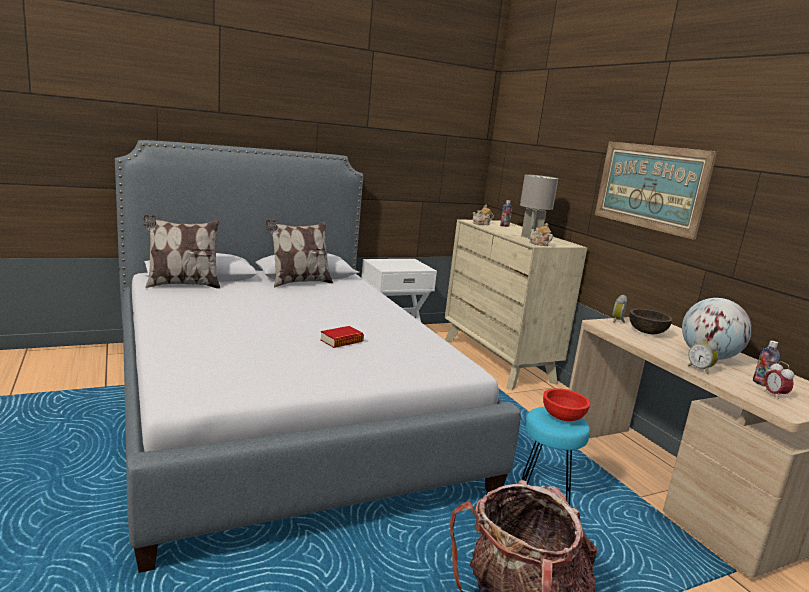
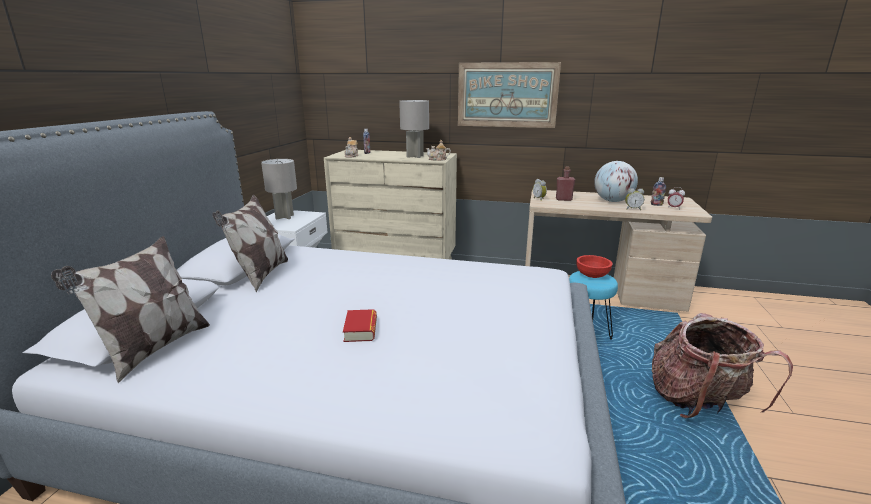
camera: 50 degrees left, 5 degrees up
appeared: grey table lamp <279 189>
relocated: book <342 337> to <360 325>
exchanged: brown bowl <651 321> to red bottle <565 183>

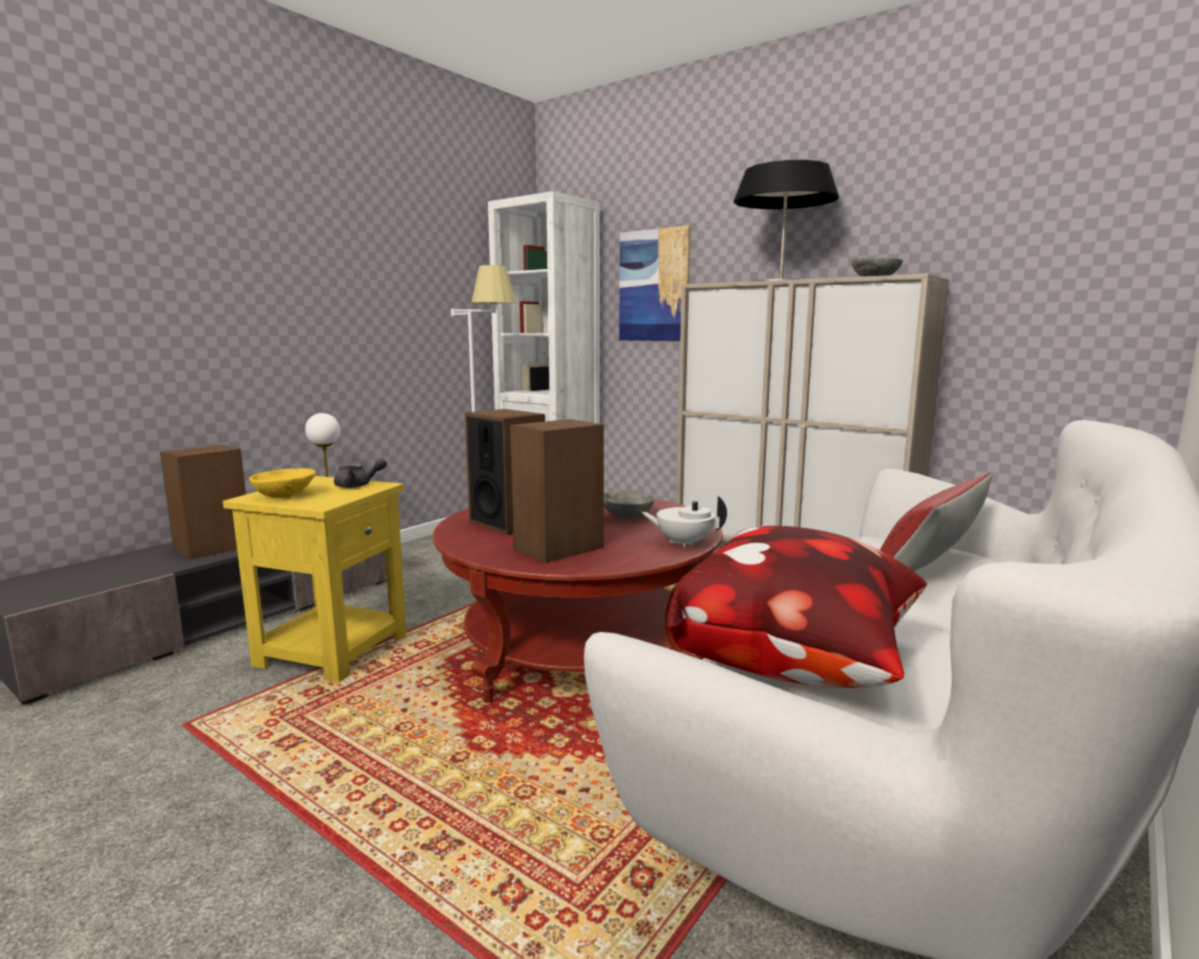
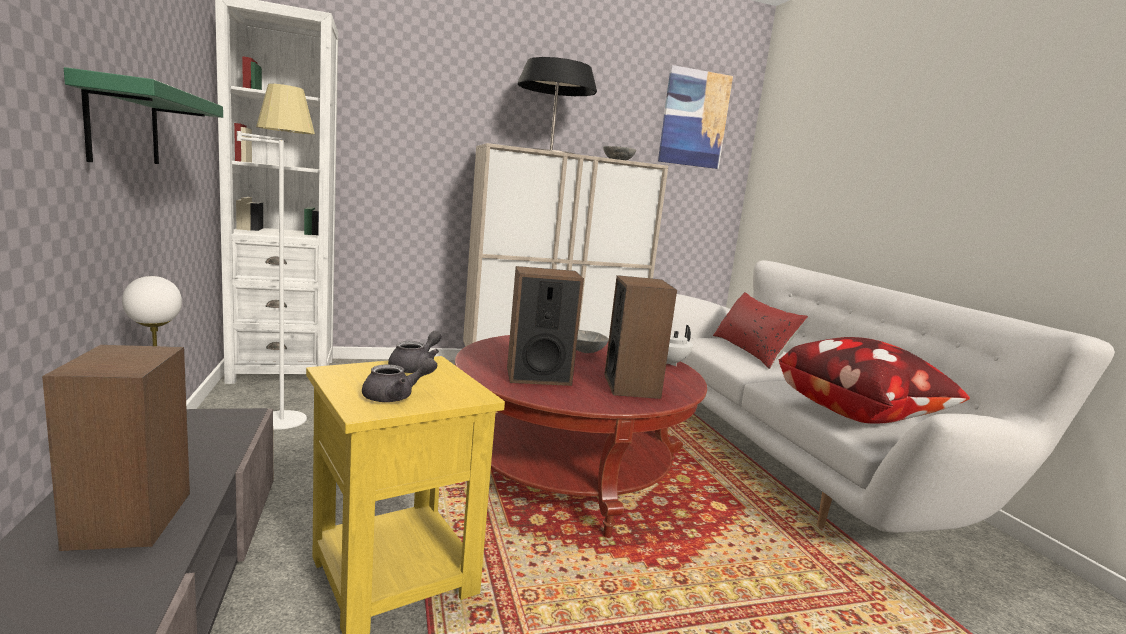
camera: 55 degrees left, 0 degrees up
appeared: green shelf <143 115>
relocated: picture <655 283> to <695 117>
exchanged: yellow bowl <282 483> to grey teapot <399 380>

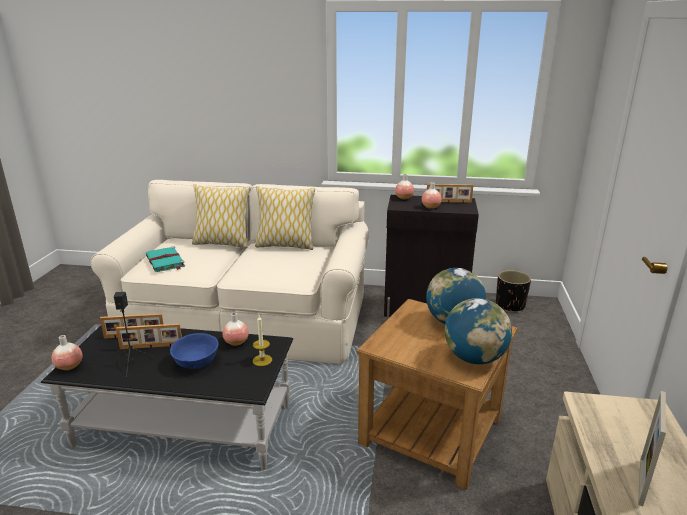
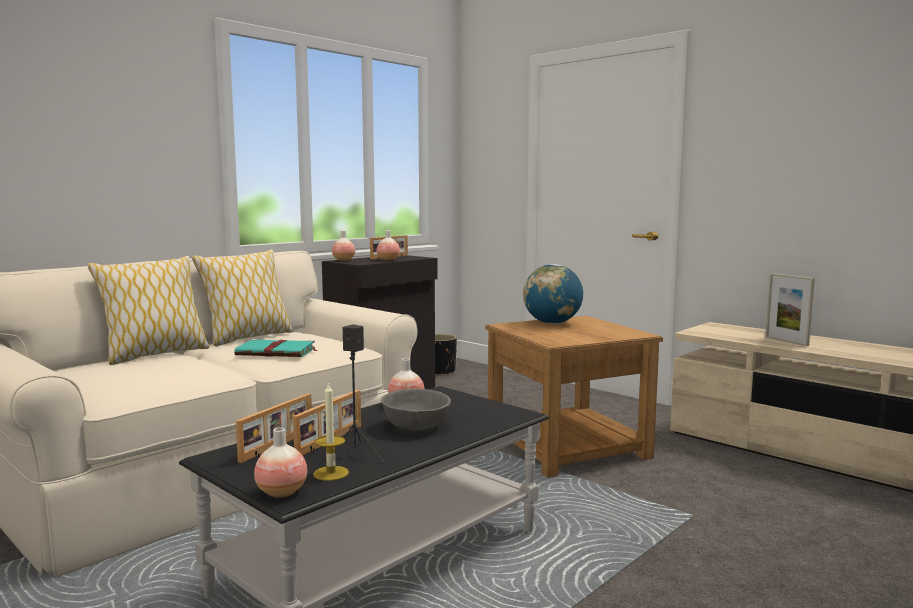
camera: 55 degrees left, 15 degrees down
missing: globe <478 331>
relocated: turquoise book <165 259> to <275 348>; candle <262 340> to <331 431>
colour: blue bowl <194 351> to grey bowl <416 410>

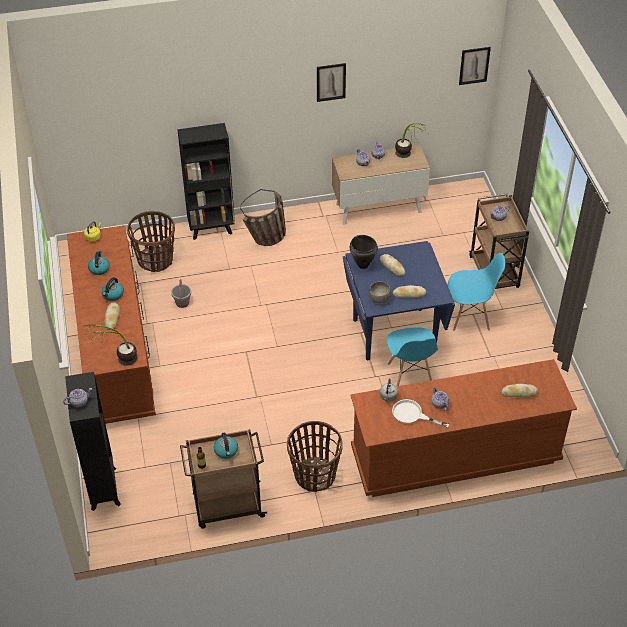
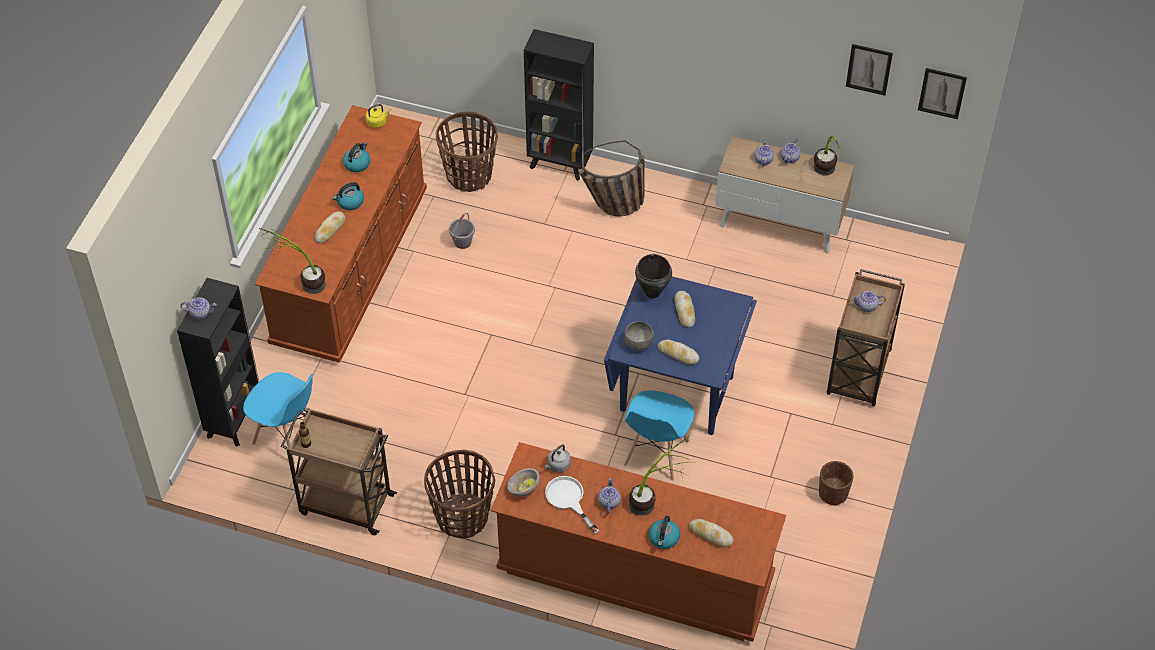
camera: 30 degrees right, 5 degrees up
appeared: potted plant <659 476>; brown planter <836 483>; bowl <523 482>
relocated: picture <331 82> to <869 70>; blue chair <476 292> to <278 418>; kettle <226 445> to <664 532>

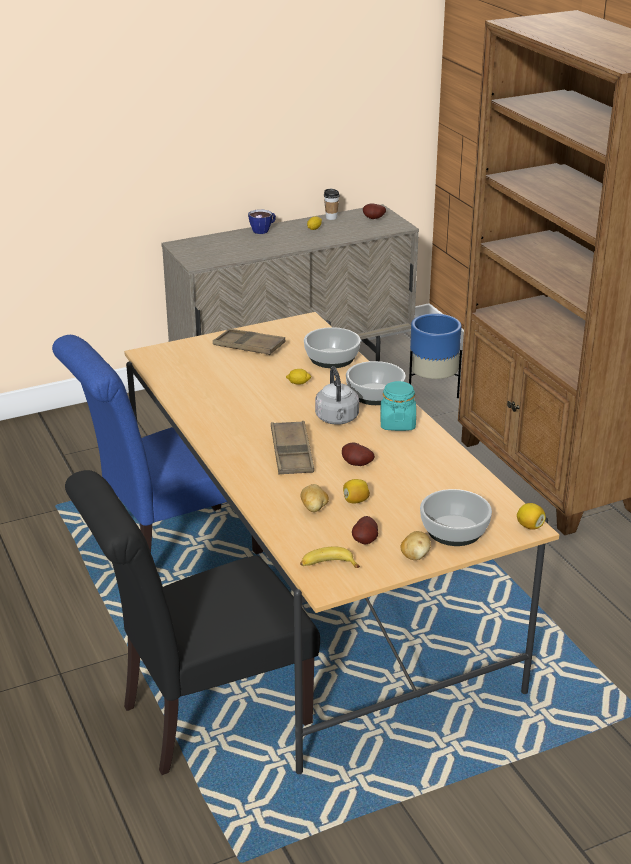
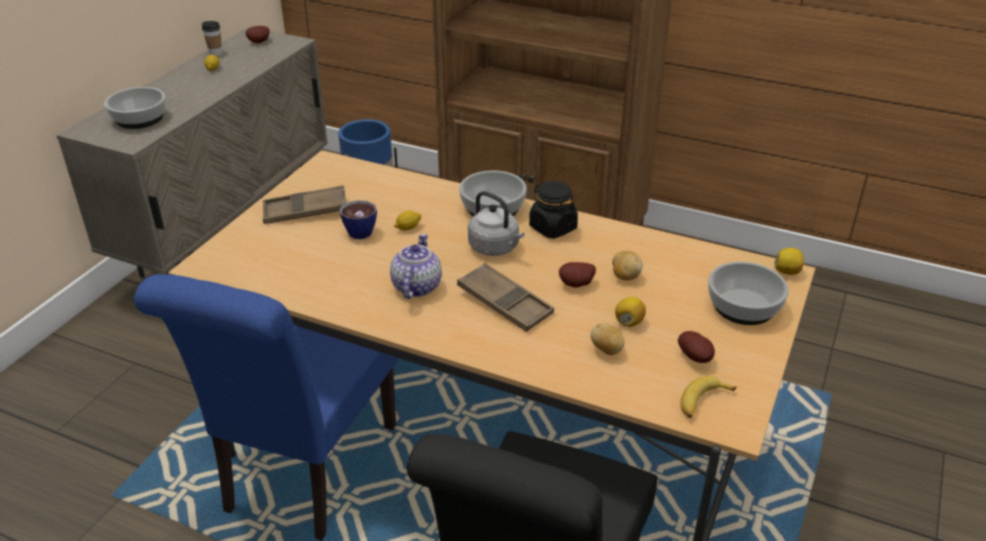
camera: 40 degrees left, 5 degrees up
appeared: teapot <416 266>
relocated: cup <262 221> to <358 219>; bowl <332 347> to <135 108>; potato <416 545> to <627 266>
colour: turquoise jar <398 406> to black jar <553 210>

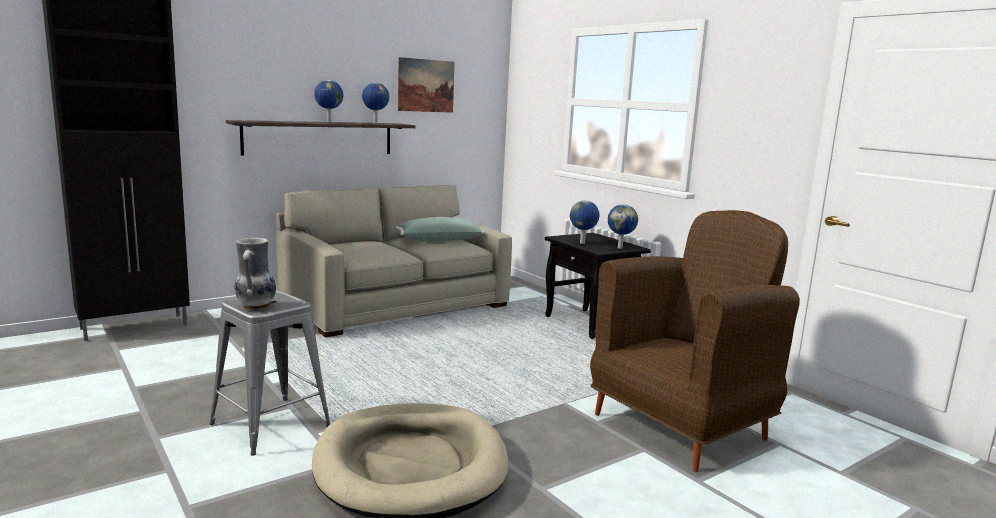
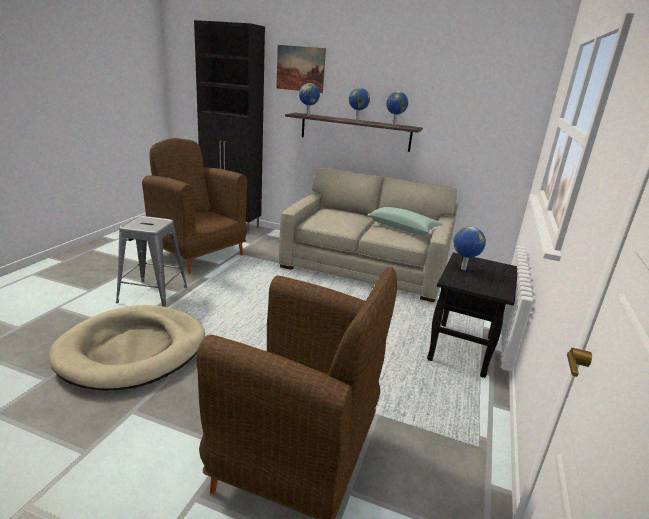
camera: 55 degrees right, 10 degrees up
missing: vase <255 274>
appeared: brown armchair <194 206>
relocated: picture <426 85> to <301 69>; globe <623 226> to <309 99>

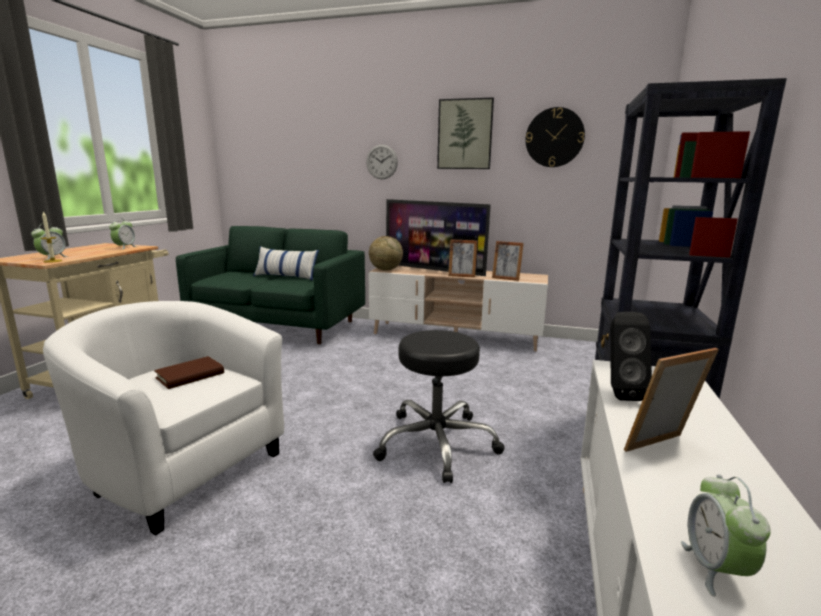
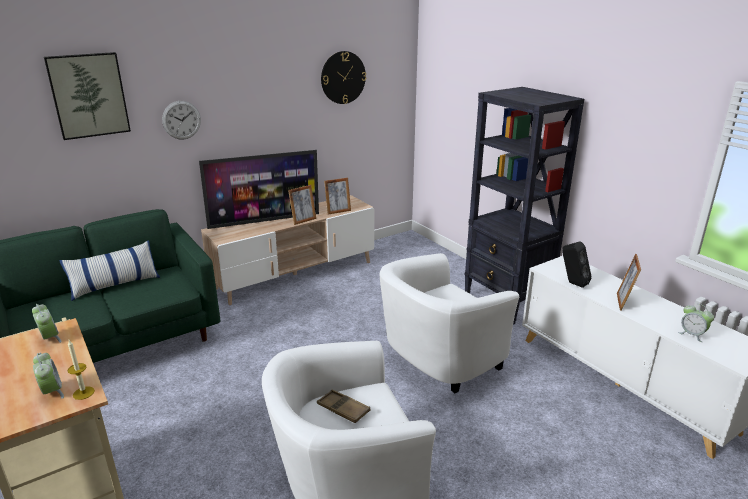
camera: 50 degrees left, 10 degrees up
missing: globe <386 253>
relocated: picture <465 133> to <87 96>
exchanged: black stool <439 406> to white armchair <449 323>; brown book <189 372> to brown tray <343 406>

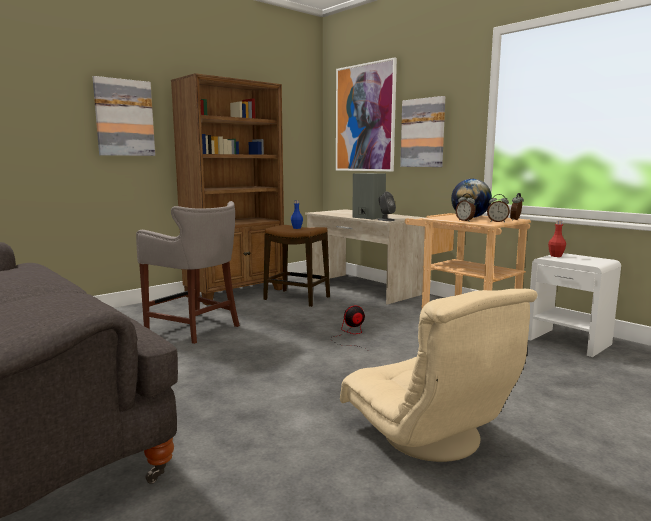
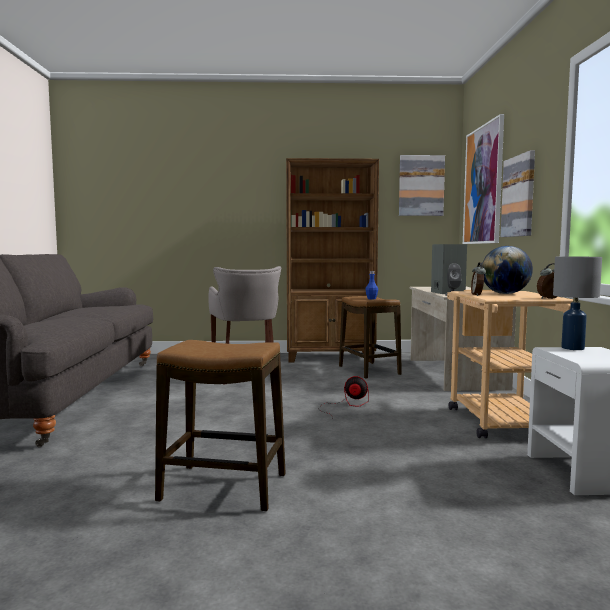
camera: 40 degrees right, 5 degrees down
missing: alarm clock <498 208>
relocated: picture <124 116> to <422 185>
exchanged: red bottle <557 238> to grey table lamp <577 303>; beige armchair <439 375> to stool <220 426>

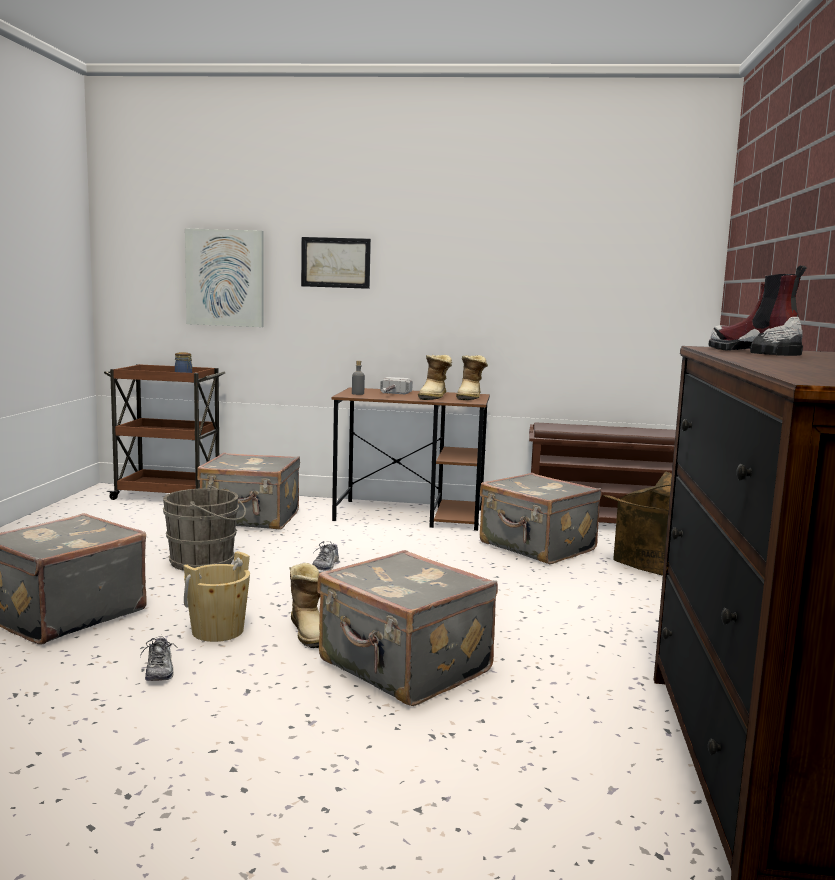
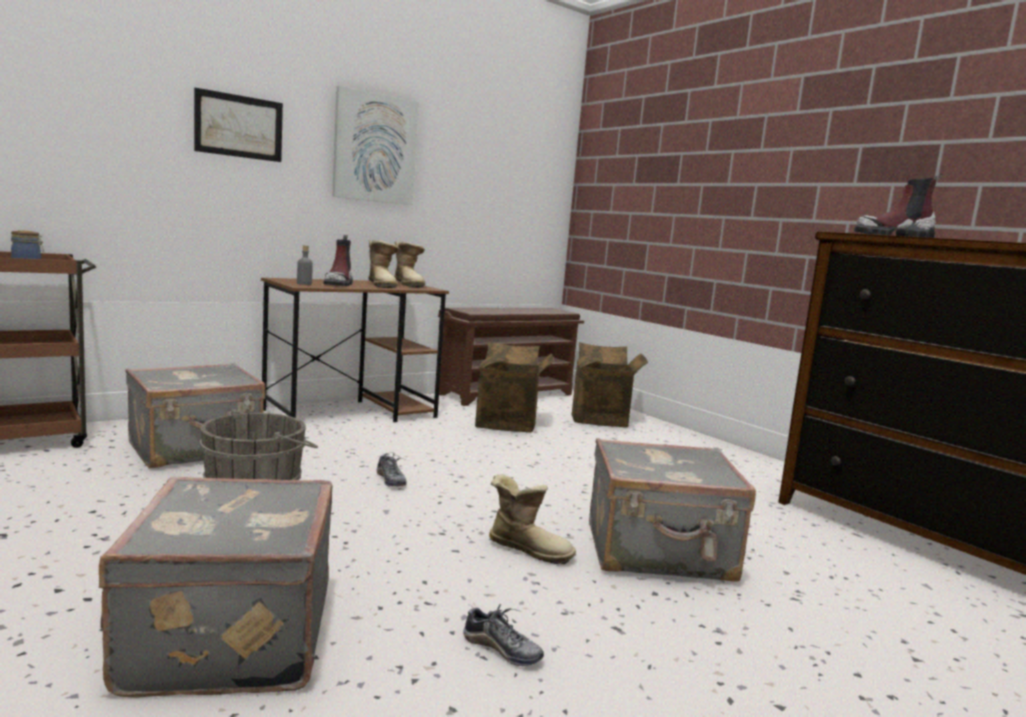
camera: 45 degrees left, 0 degrees up
missing: beige bucket <216 596>
relocated: picture <224 278> to <375 145>
exchanged: hammer <396 385> to boot <338 260>; grey suitcase <541 518> to cardboard box <514 386>

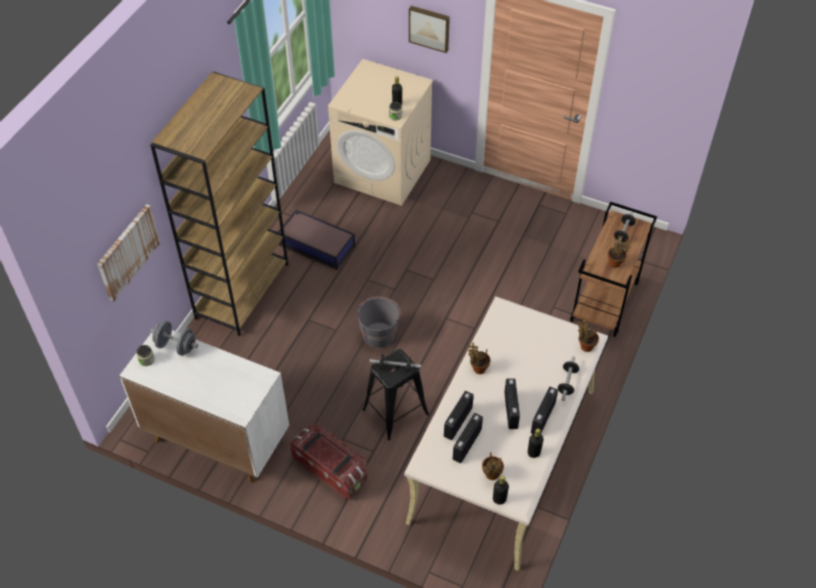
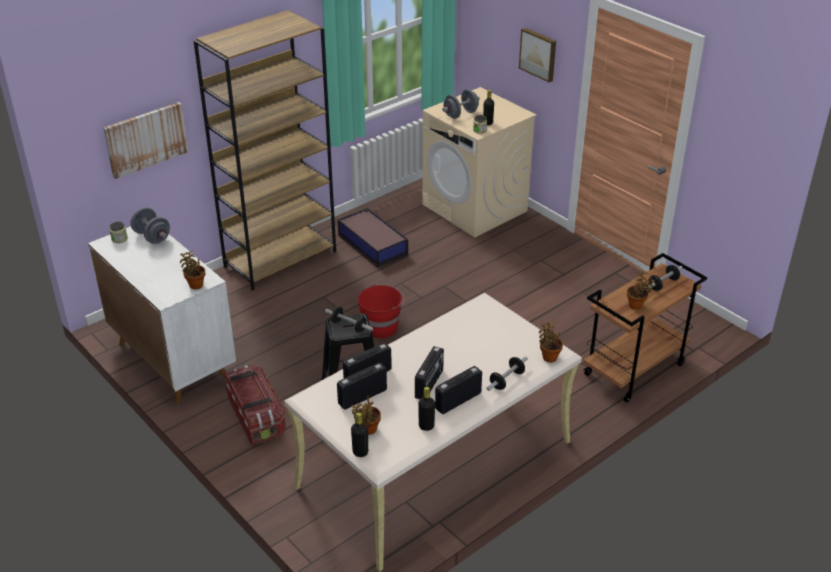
camera: 25 degrees right, 15 degrees down
appeared: grey dumbbell <461 104>
relocated: potted plant <479 358> to <192 270>
colour: grey bucket <379 322> to red bucket <381 311>

